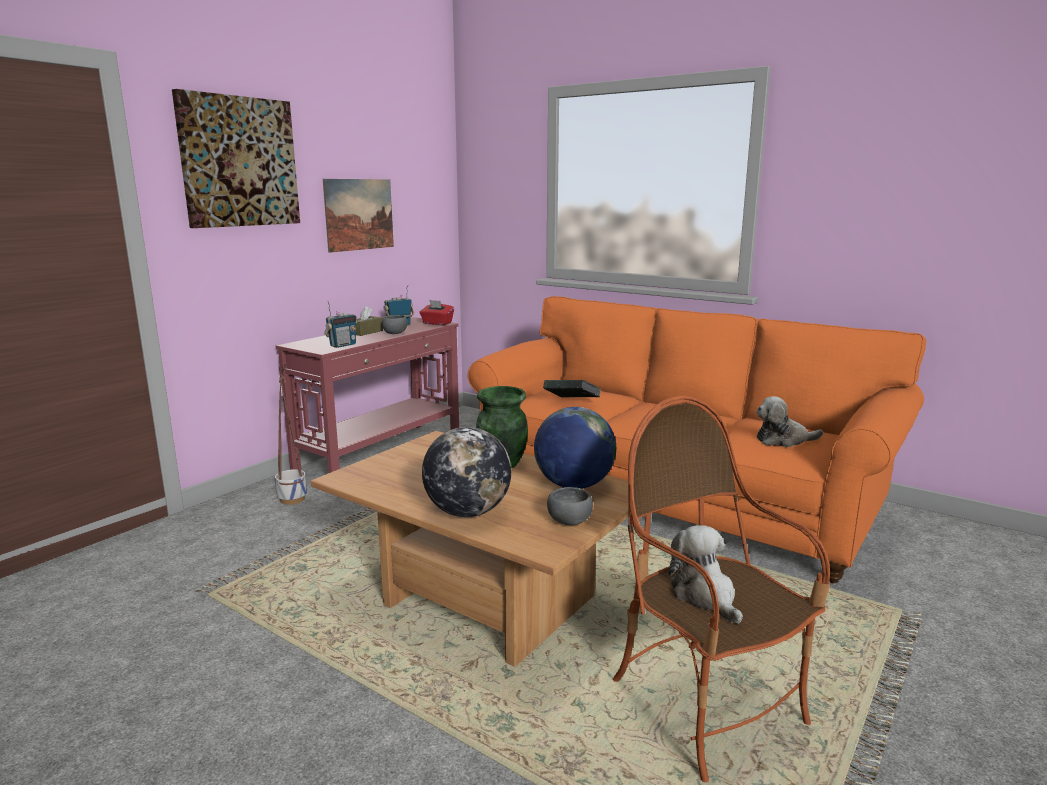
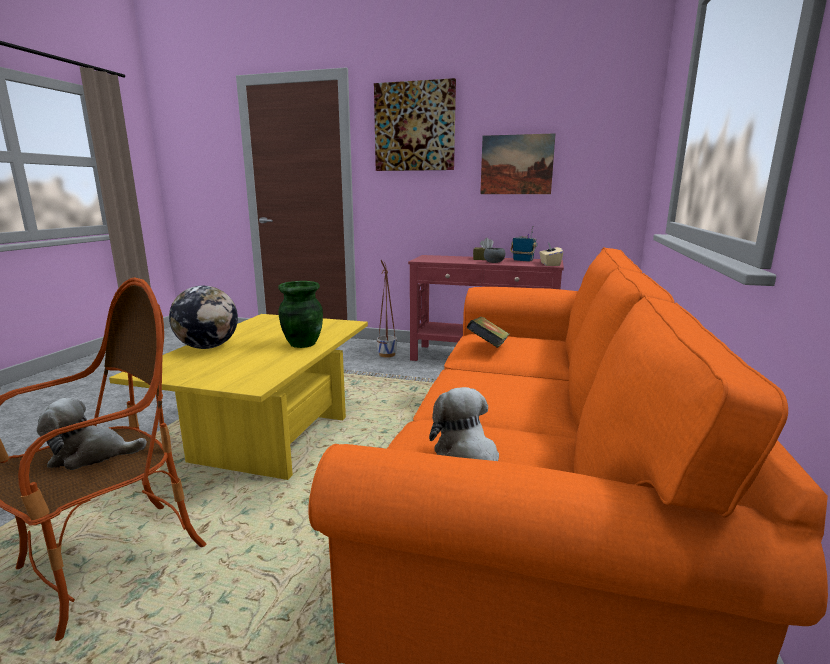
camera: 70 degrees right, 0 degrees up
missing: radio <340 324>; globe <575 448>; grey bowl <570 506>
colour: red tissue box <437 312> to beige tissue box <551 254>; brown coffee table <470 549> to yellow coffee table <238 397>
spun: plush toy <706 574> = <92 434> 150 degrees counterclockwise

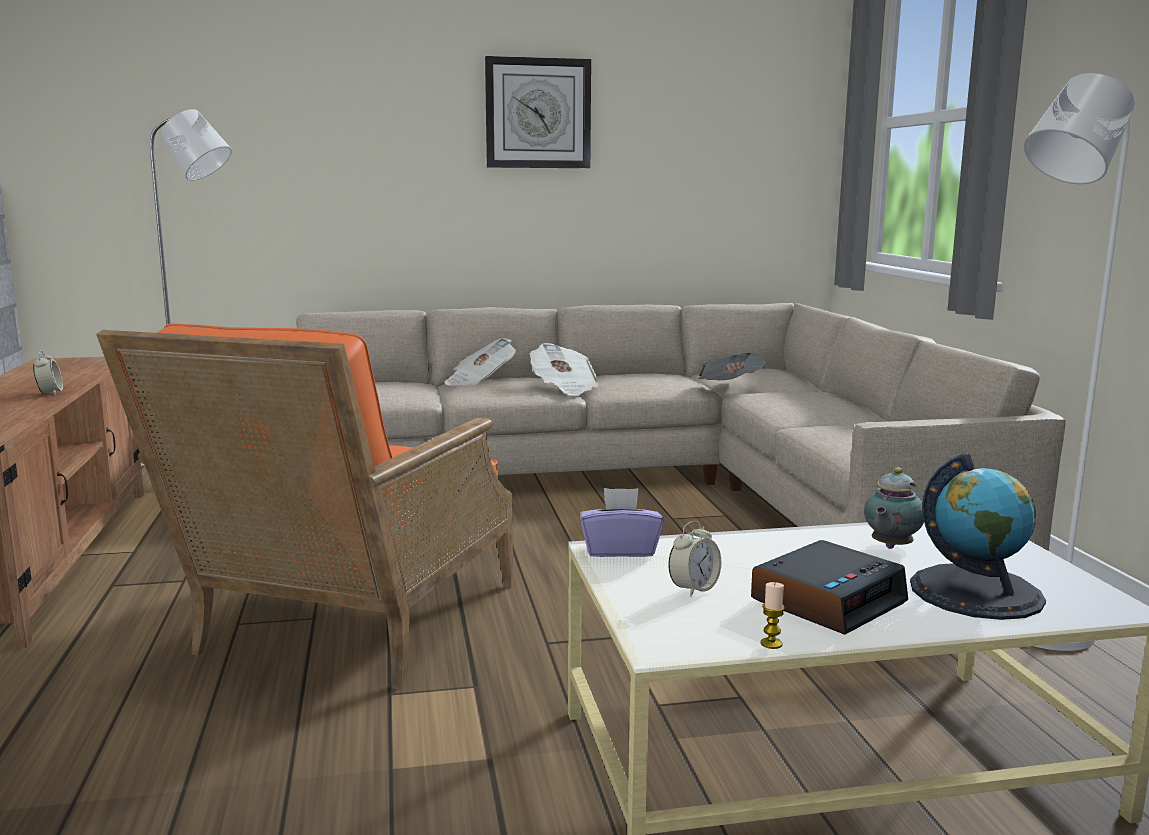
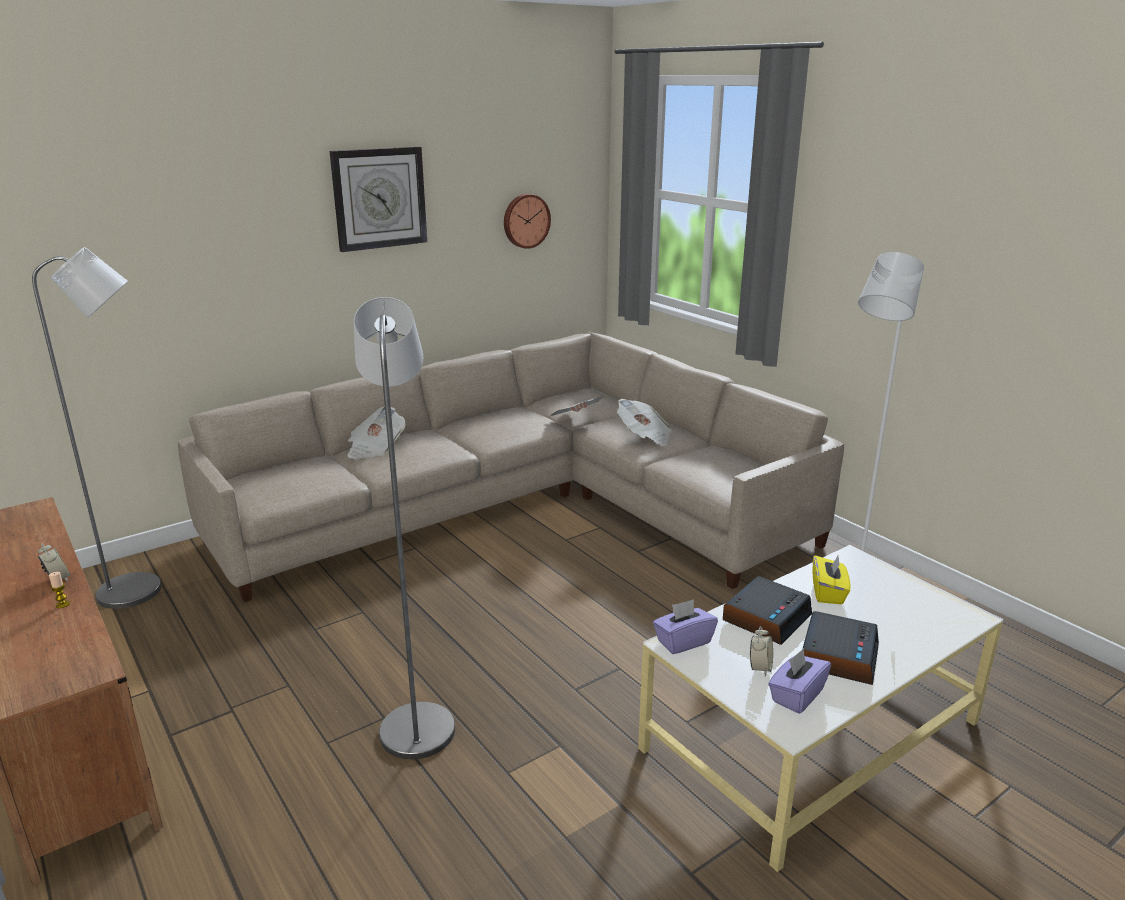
camera: 25 degrees left, 10 degrees up
missing: globe <978 536>
appeared: wall clock <527 221>; alarm clock <767 610>; purple tissue box <799 681>
relocated: newspaper <564 369> to <645 422>; candle <772 615> to <59 590>
exchanged: orange armchair <304 506> to grey floor lamp <404 528>; teapot <894 508> to yellow tissue box <832 579>

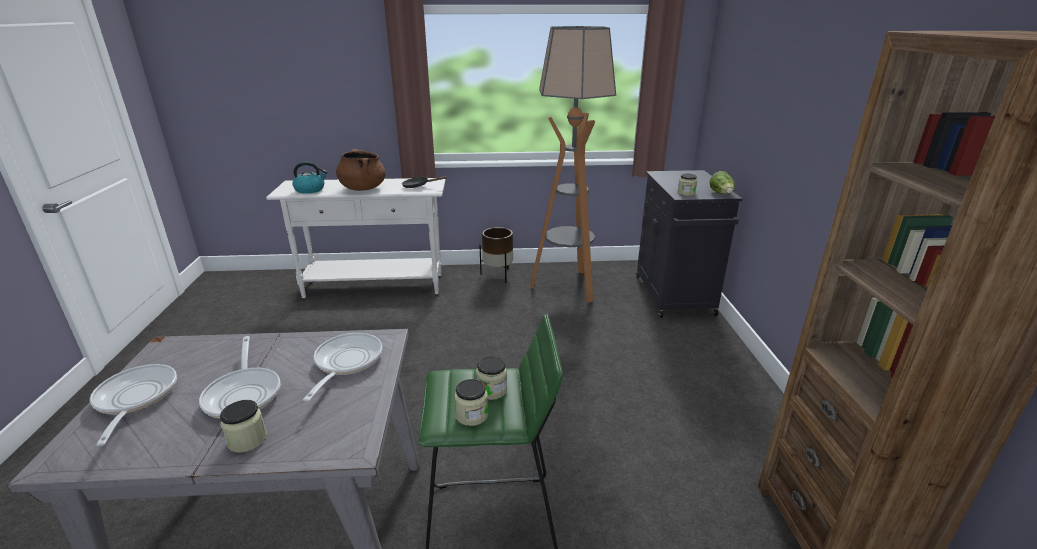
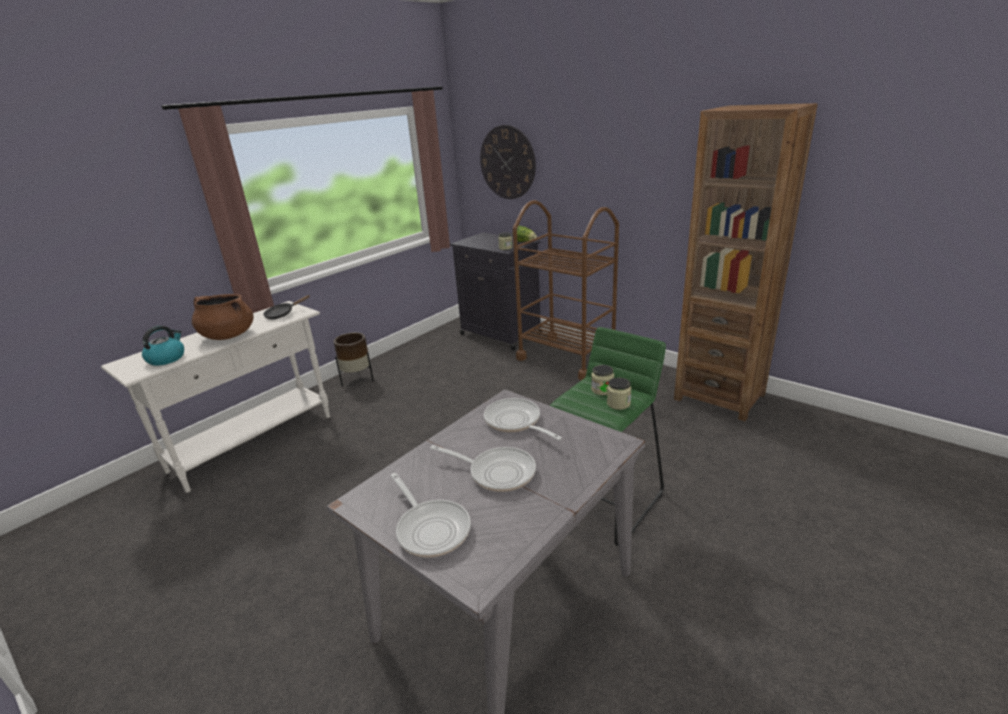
camera: 45 degrees left, 0 degrees up
missing: floor lamp <573 164>; jar <243 426>
appeared: wall clock <508 162>; brown cart <566 290>
spun: frying pan <133 405> = <430 515> 150 degrees counterclockwise

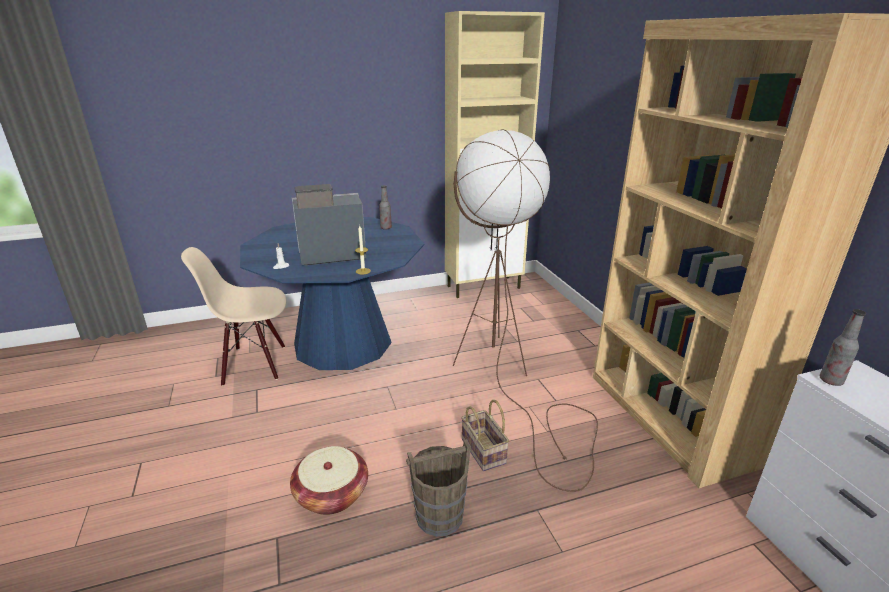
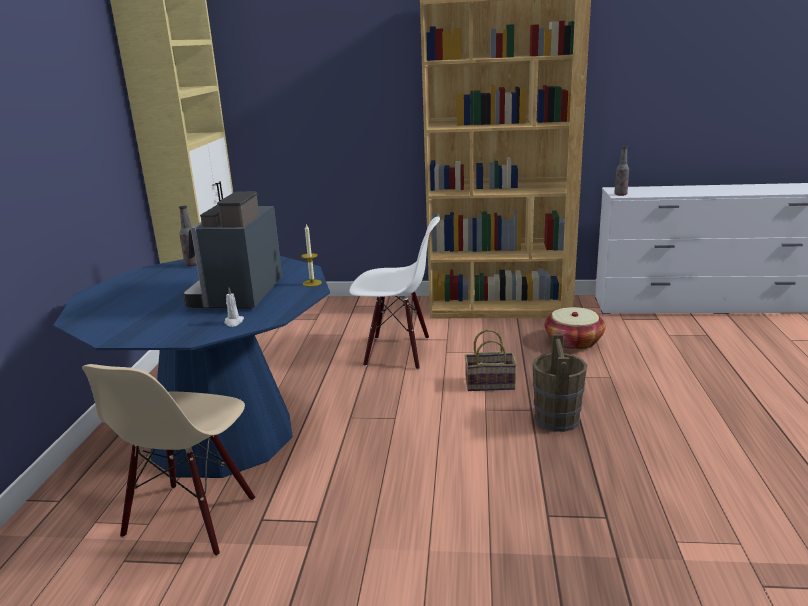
camera: 65 degrees left, 5 degrees down
relocated: basket <329 480> to <575 328>
exchanged: brown floor lamp <525 310> to white chair <394 293>

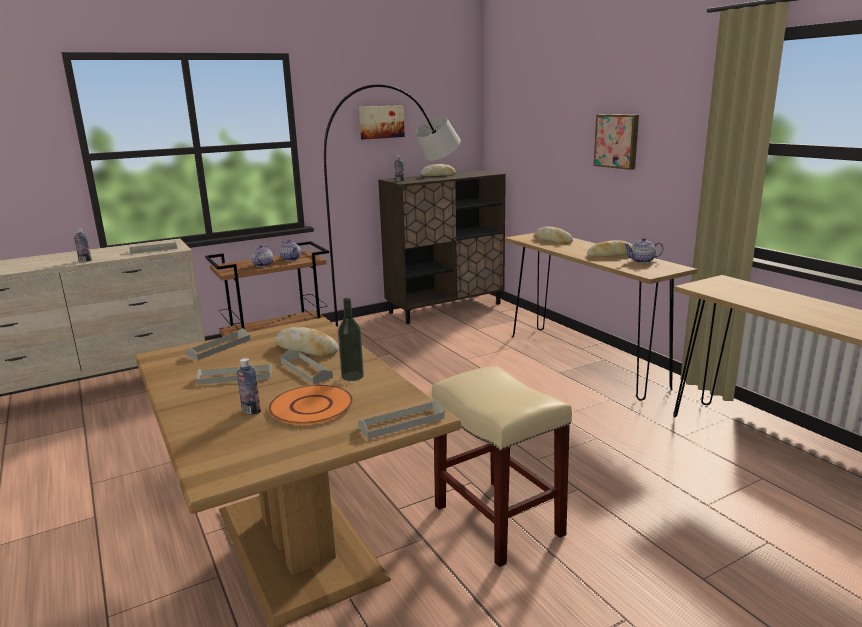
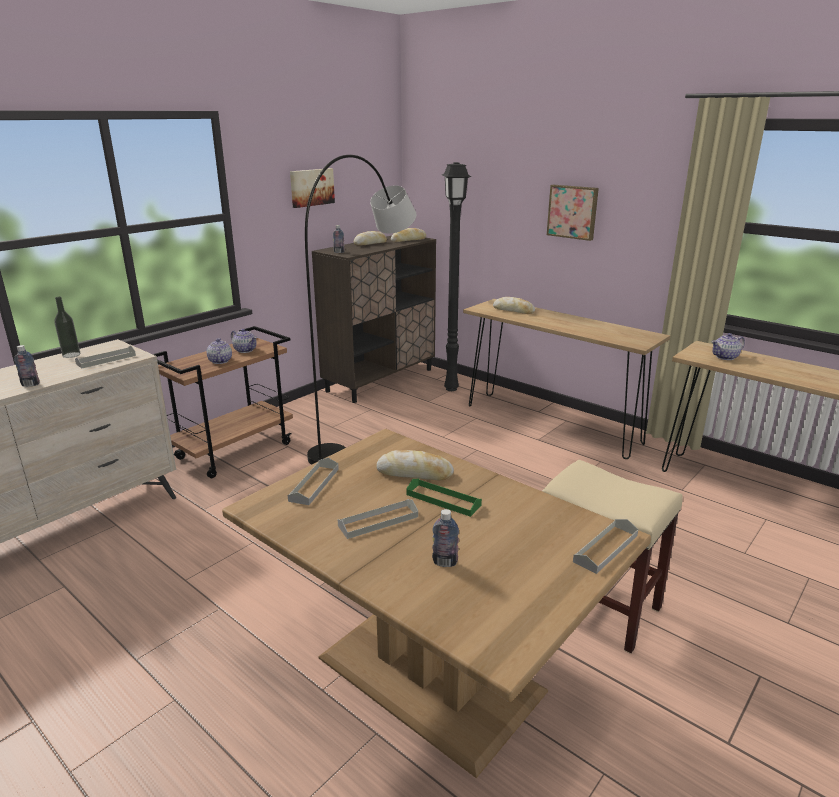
camera: 20 degrees left, 5 degrees up
missing: orange plate <311 405>
appeared: black floor lamp <456 276>
relocated: teapot <643 250> to <728 346>; bread <609 249> to <408 235>; bottle <351 339> to <67 327>
colour: grey tray <306 366> to green tray <444 498>

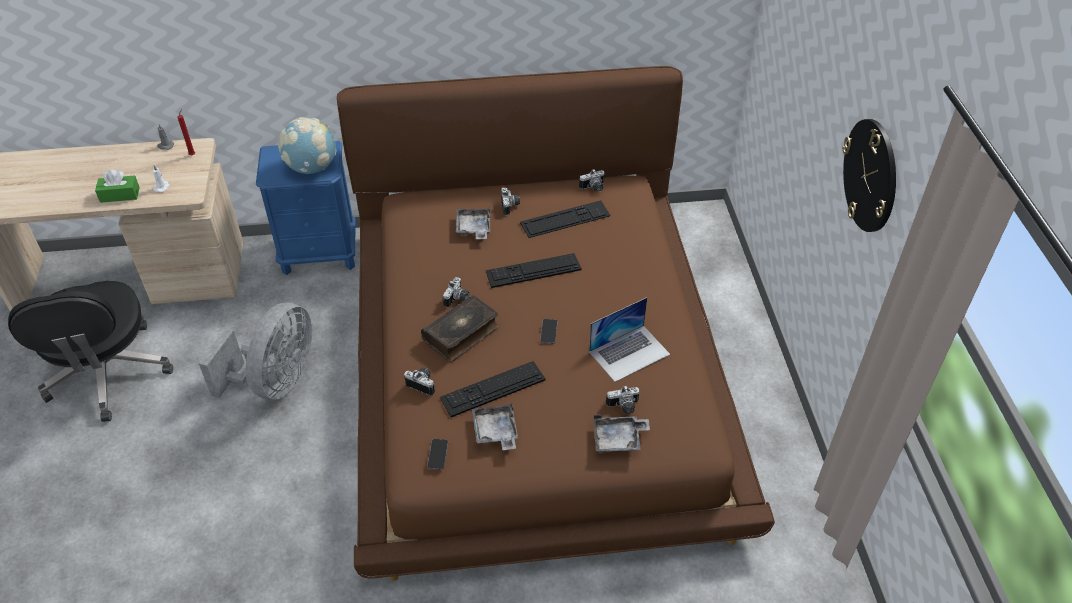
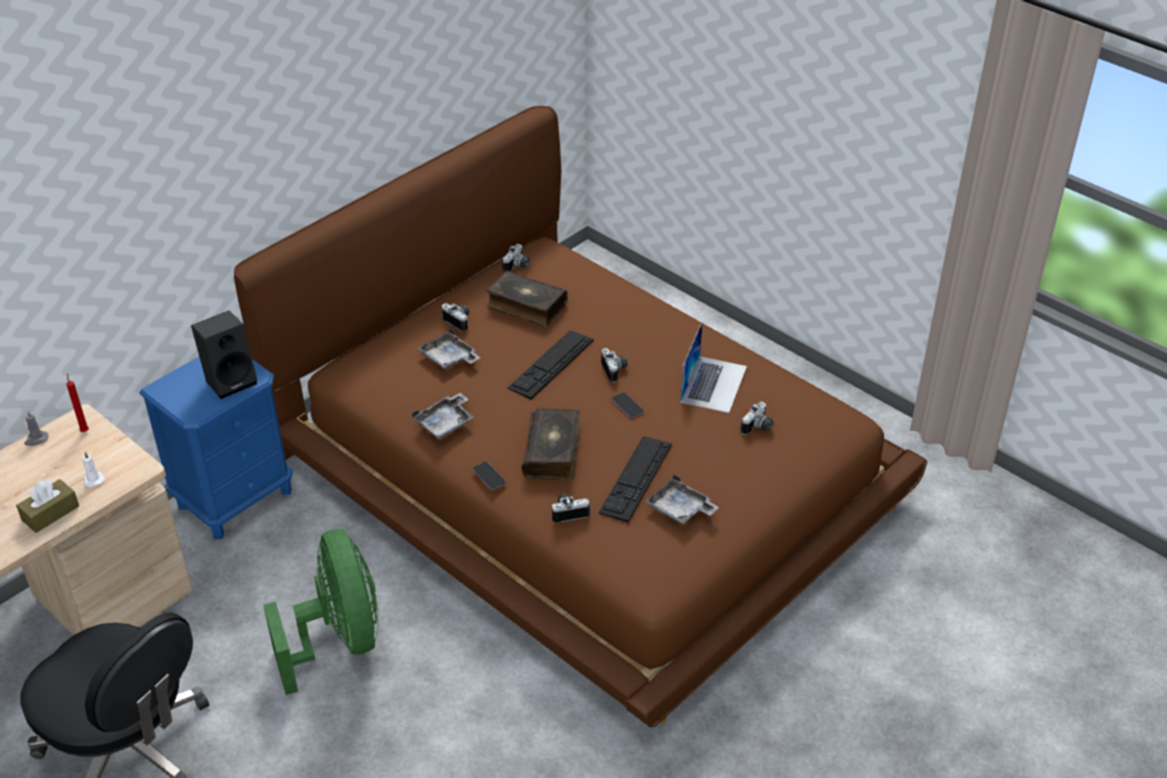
camera: 40 degrees left, 5 degrees down
missing: wall clock <869 175>
relocated: photo camera <456 292> to <614 365>; grey tray <622 434> to <443 416>; phone <437 454> to <489 475>
exchanged: globe <307 145> to black speaker <224 354>; keyboard <565 219> to book <527 298>
colour: green tissue box <117 186> to brown tissue box <47 506>; grey fan <255 351> to green fan <321 612>

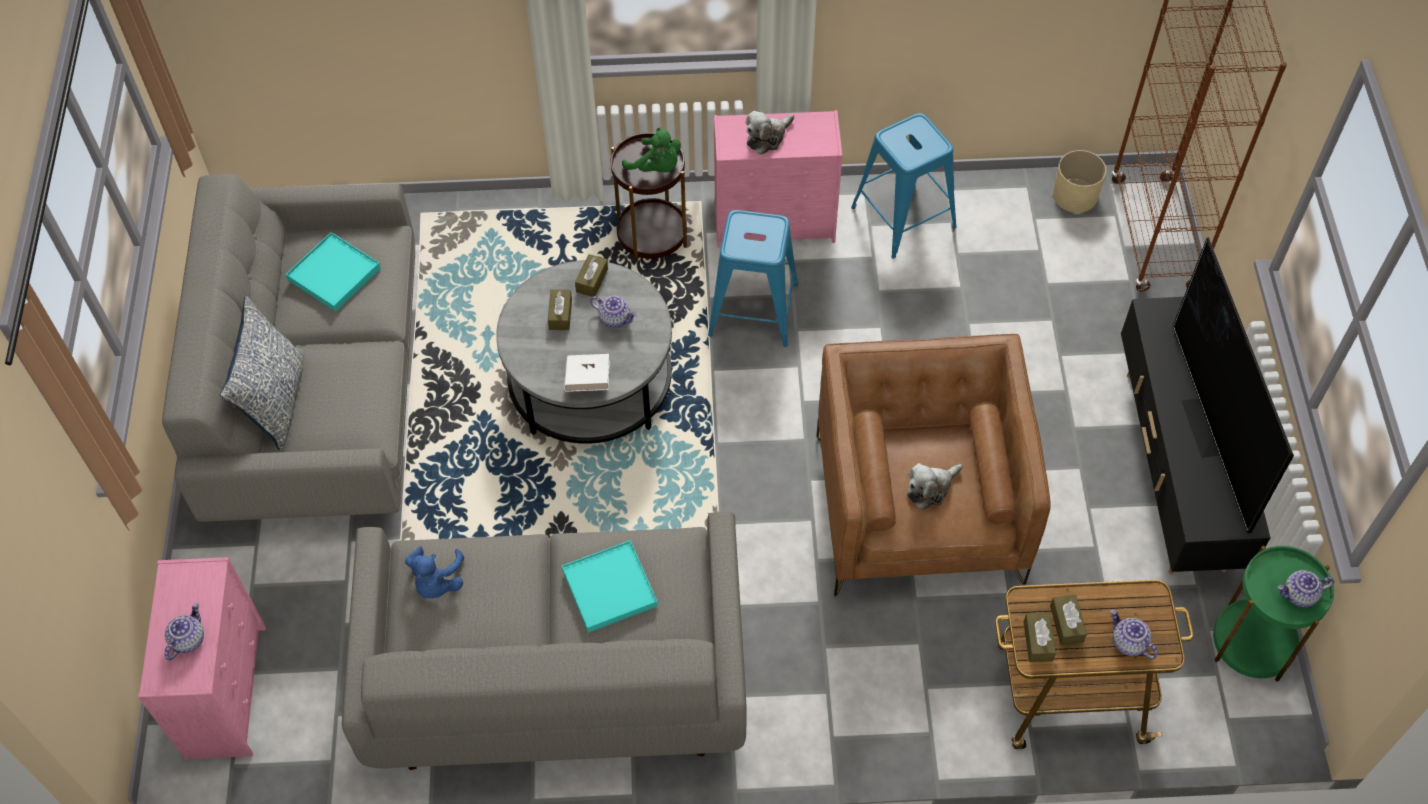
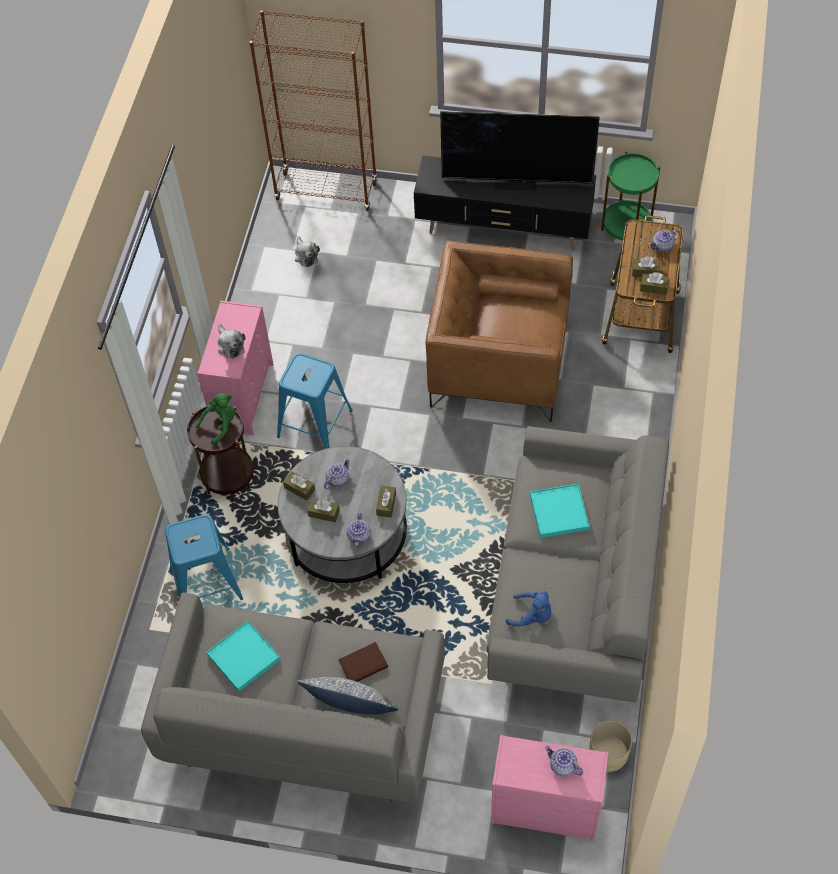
camera: 75 degrees left, 0 degrees up
appeared: brown book <363 662>
relocated: blue stool <904 186> to <204 557>; beige planter <1079 181> to <610 746>; plush toy <935 486> to <307 251>; teapot <1306 588> to <359 529>
exchanged: white book <587 373> to brown tissue box <386 502>

